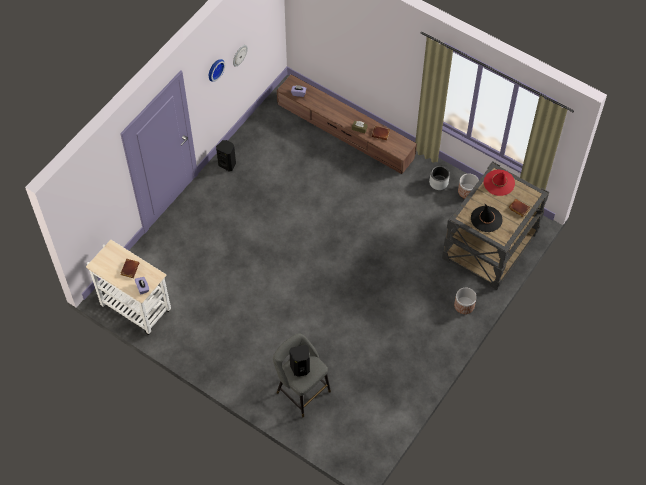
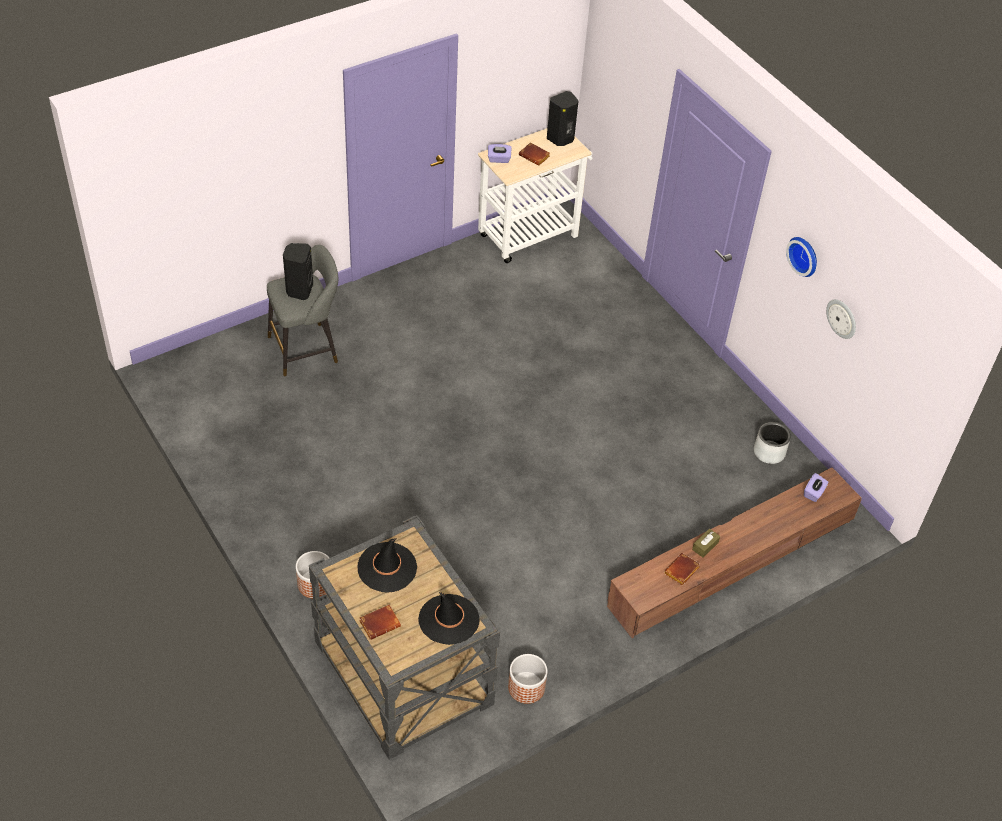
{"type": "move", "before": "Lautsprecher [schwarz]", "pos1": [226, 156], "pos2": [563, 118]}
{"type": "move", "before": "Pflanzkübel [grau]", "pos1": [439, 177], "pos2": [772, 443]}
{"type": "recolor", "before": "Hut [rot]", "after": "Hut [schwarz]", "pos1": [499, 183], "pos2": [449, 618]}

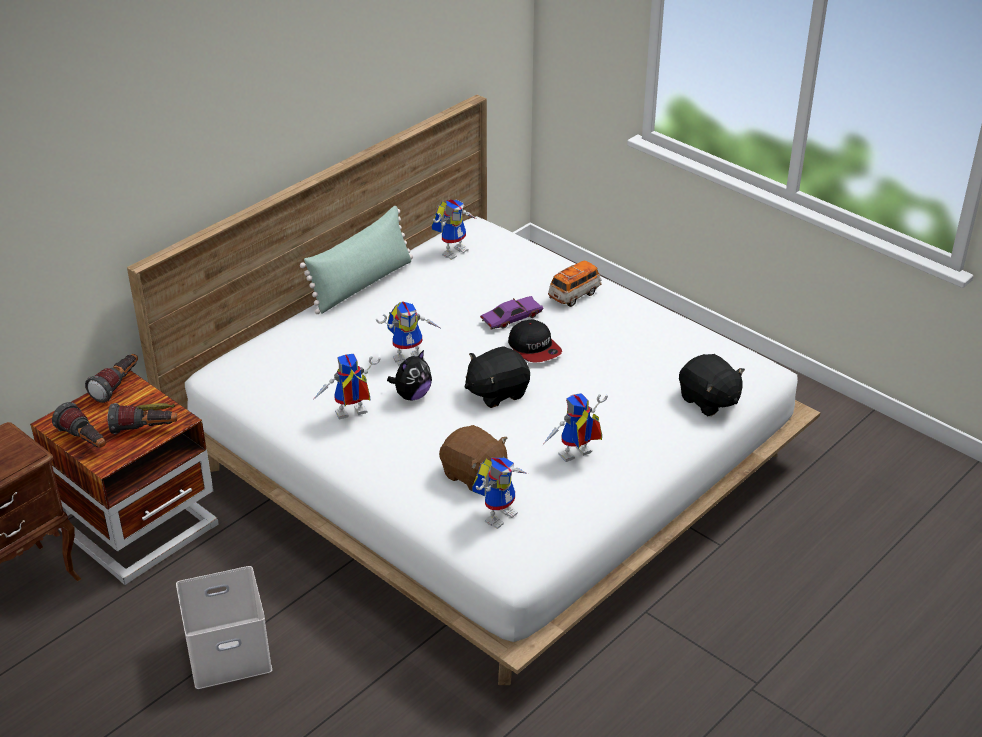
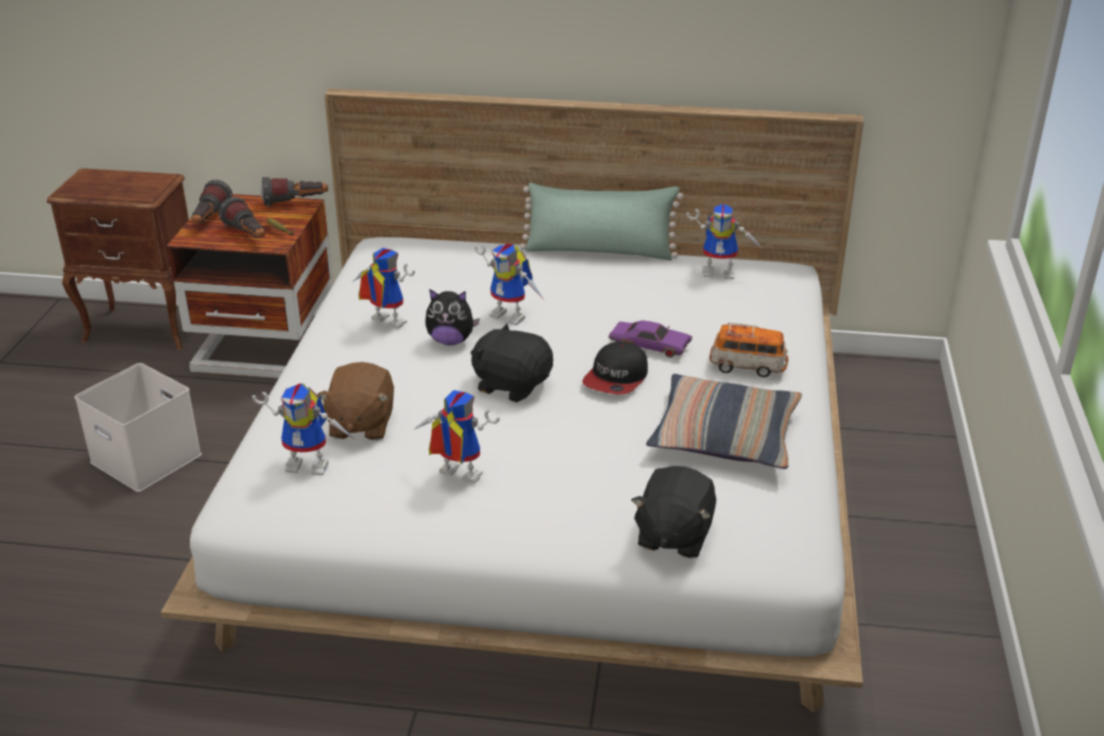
{"type": "insert", "after": "Kissen", "pos2": [724, 421]}

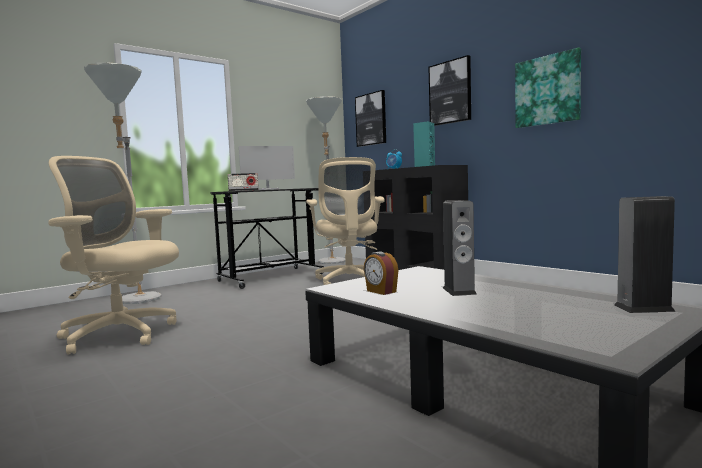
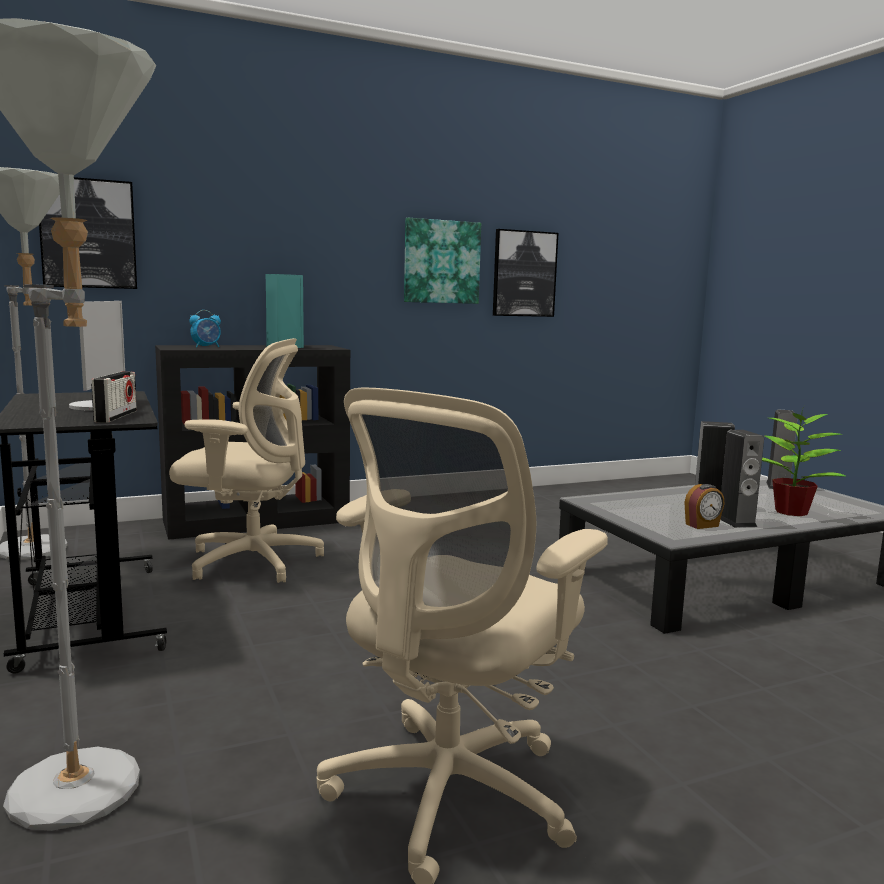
{"type": "move", "before": "Bild", "pos1": [449, 90], "pos2": [525, 273]}
{"type": "insert", "after": "Topfpflanze", "pos2": [803, 461]}
{"type": "insert", "after": "Lautsprecher", "pos2": [742, 479]}

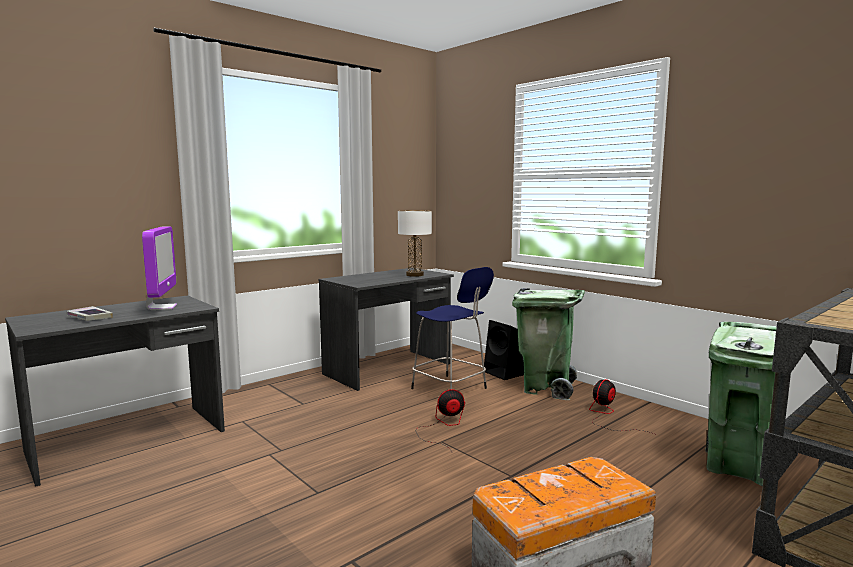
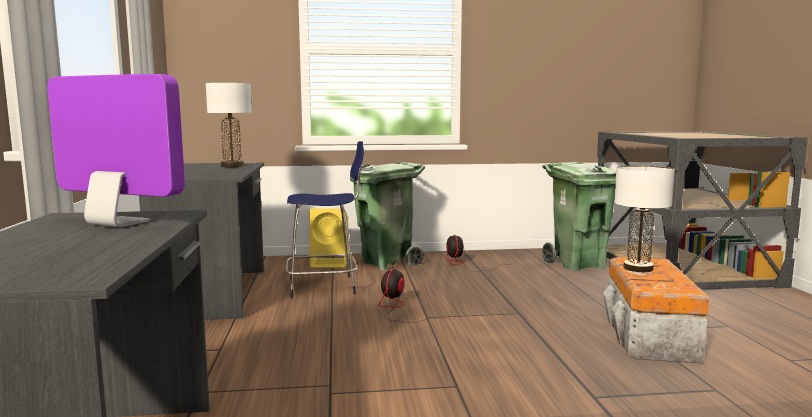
{"type": "delete", "before": "Buch", "pos1": [89, 313]}
{"type": "recolor", "before": "Lautsprecher [schwarz]", "after": "Lautsprecher [gelb]", "pos1": [504, 350], "pos2": [329, 238]}
{"type": "insert", "after": "Tischlampe", "pos2": [644, 219]}

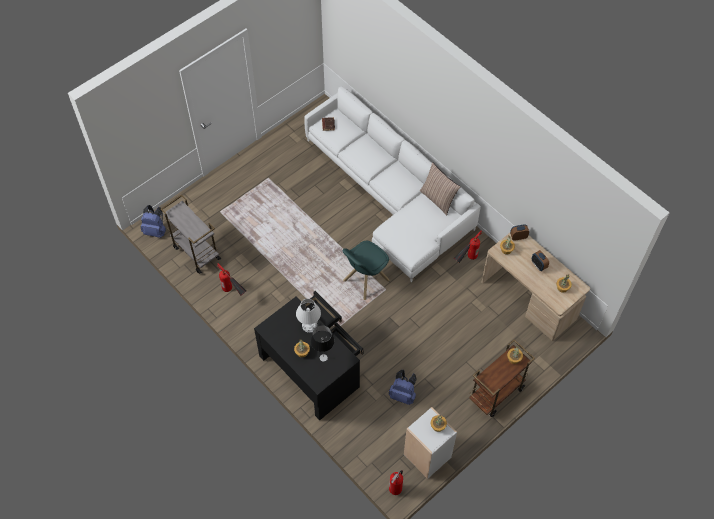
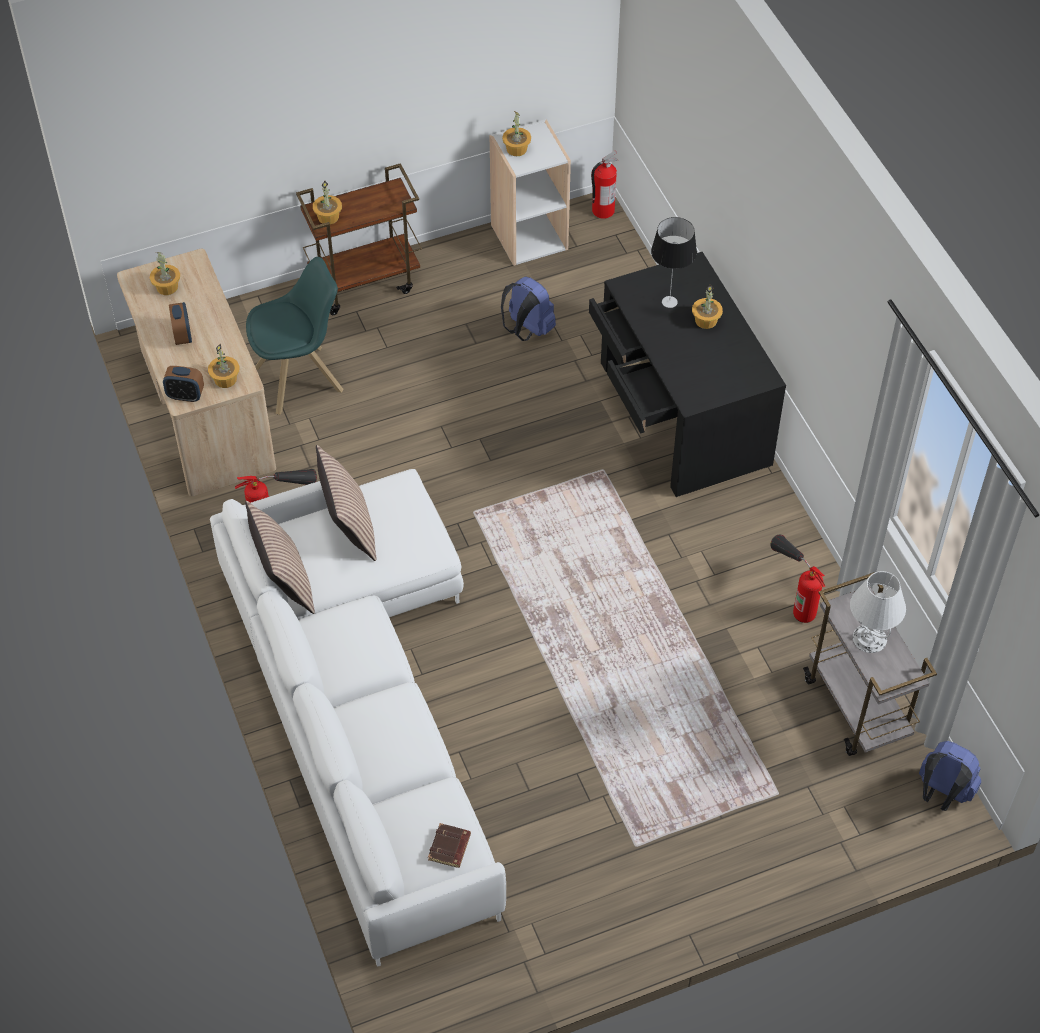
{"type": "move", "before": "Stuhl [türkis]", "pos1": [366, 270], "pos2": [295, 336]}
{"type": "move", "before": "Tischlampe [weiß]", "pos1": [308, 316], "pos2": [878, 612]}
{"type": "insert", "after": "Kissen", "pos2": [346, 503]}

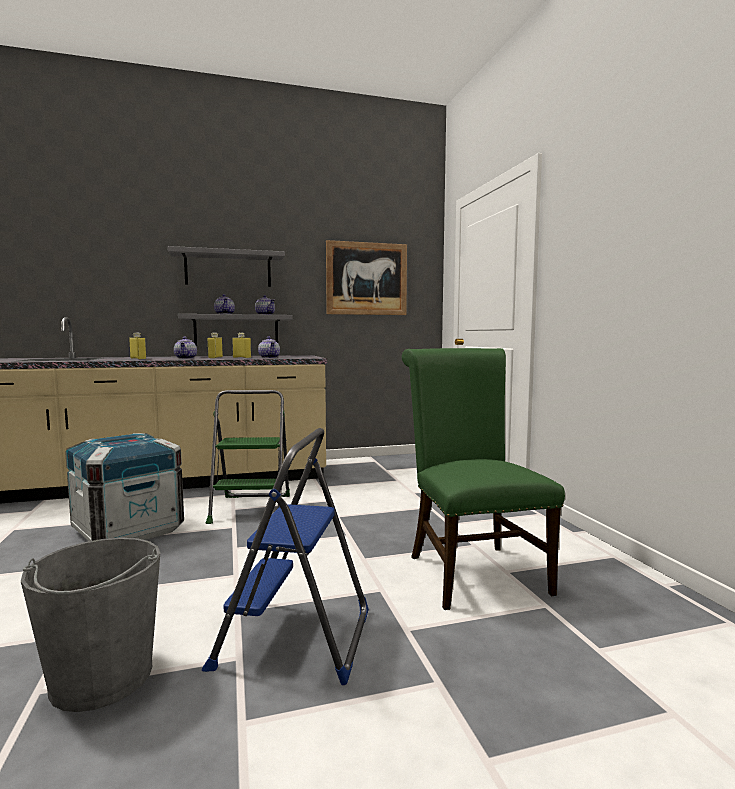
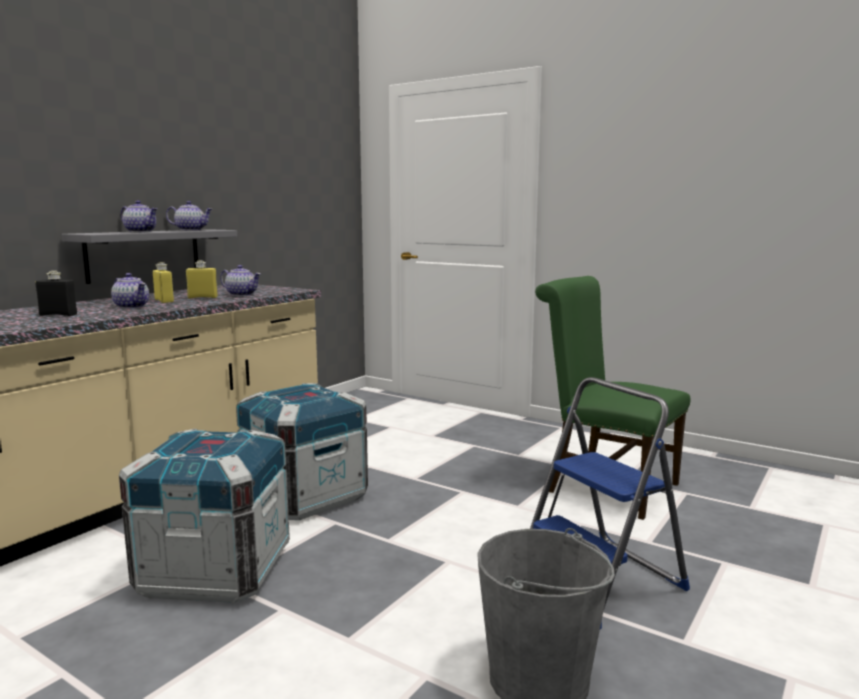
{"type": "delete", "before": "Bild", "pos1": [366, 277]}
{"type": "delete", "before": "Wandregal [grau]", "pos1": [226, 266]}
{"type": "recolor", "before": "Flasche [gelb]", "after": "Flasche [schwarz]", "pos1": [137, 345], "pos2": [56, 293]}
{"type": "replace", "before": "Trittleiter [grün]", "after": "Kiste", "pos1": [247, 457], "pos2": [302, 451]}

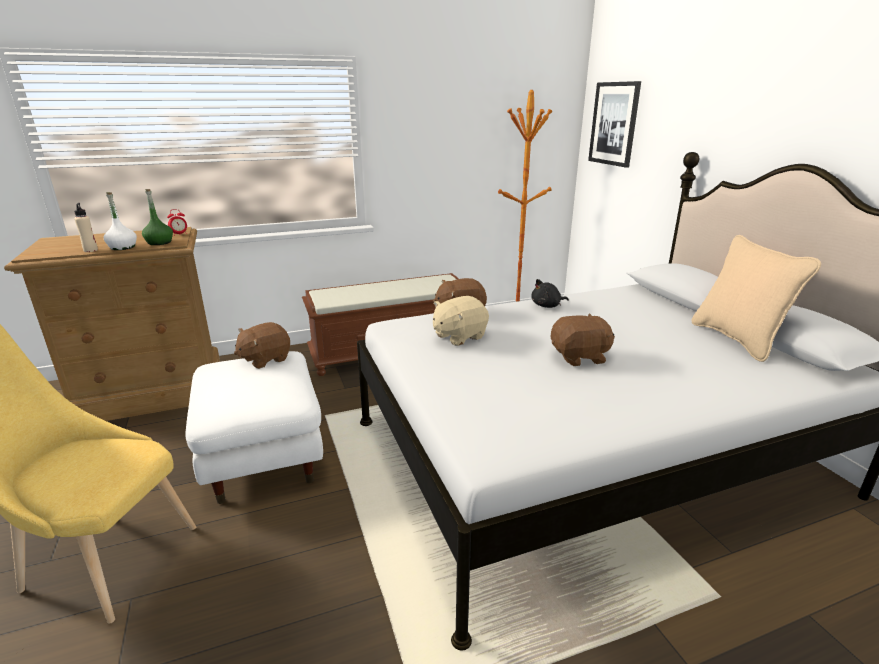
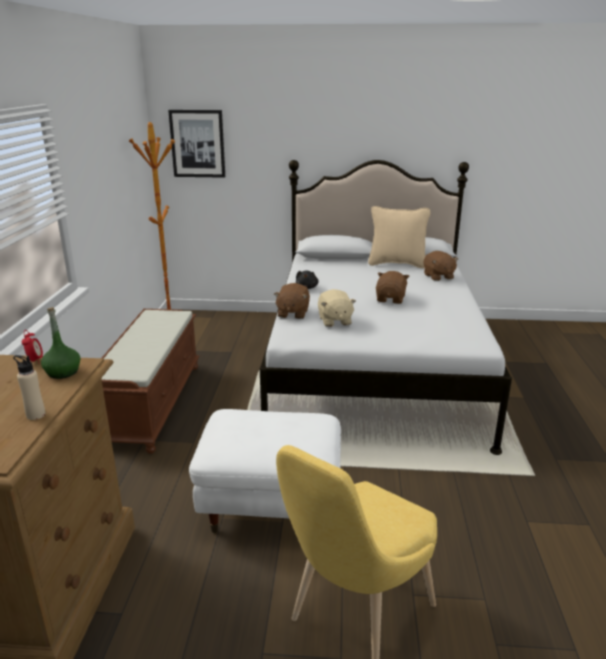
{"type": "delete", "before": "Flasche [weiß]", "pos1": [120, 221]}
{"type": "move", "before": "Plüschtier [braun]", "pos1": [262, 345], "pos2": [441, 266]}

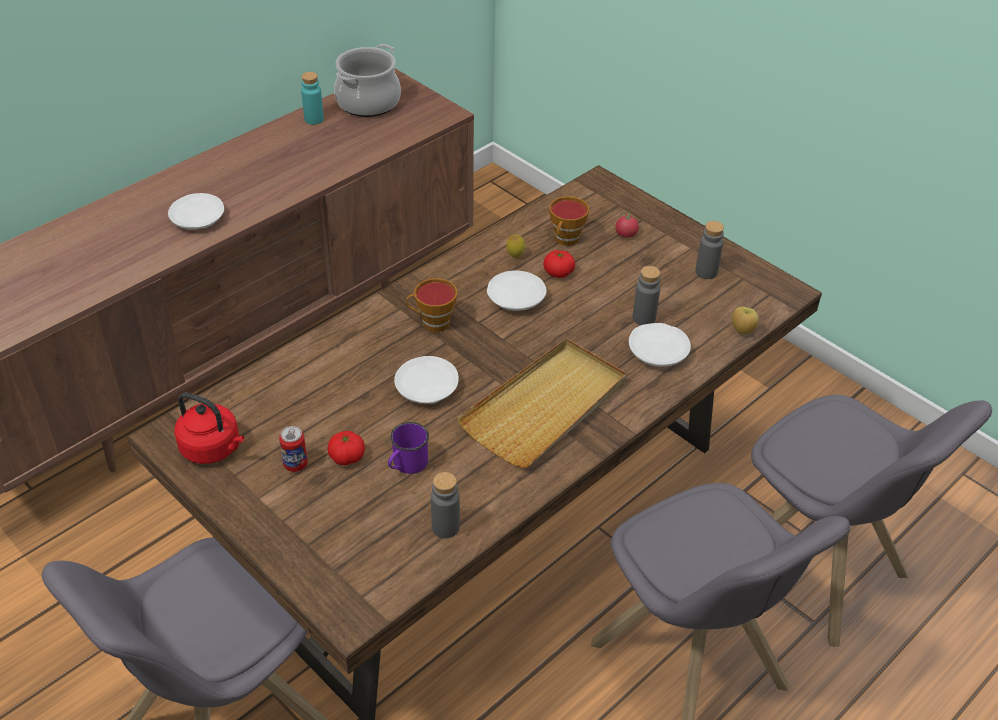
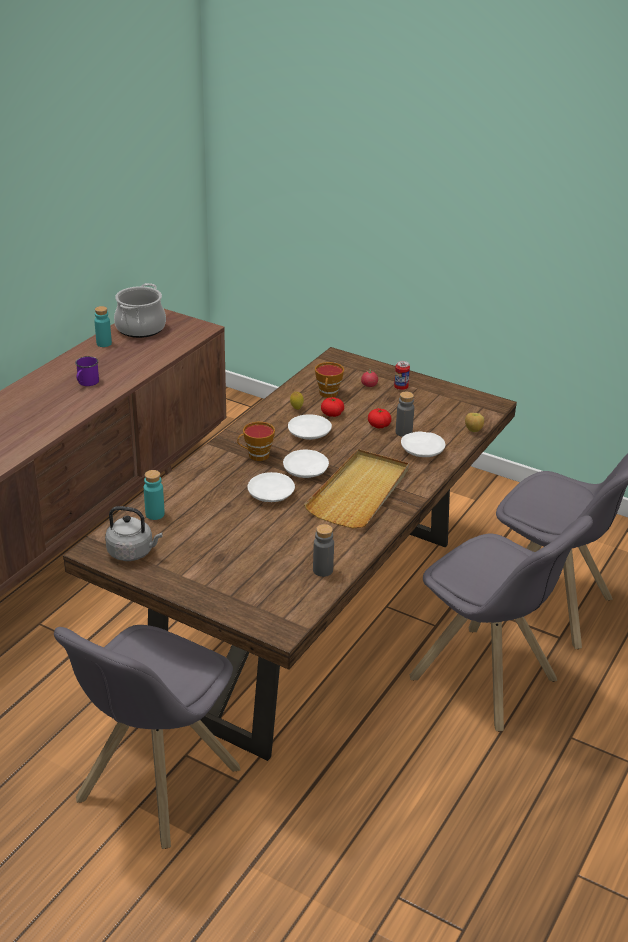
{"type": "move", "before": "Teller [weiß]", "pos1": [196, 211], "pos2": [306, 463]}
{"type": "delete", "before": "Flasche [grau]", "pos1": [709, 250]}
{"type": "recolor", "before": "Wasserkessel [rot]", "after": "Wasserkessel [grau]", "pos1": [209, 428], "pos2": [133, 533]}
{"type": "move", "before": "Henkelbecher [lila]", "pos1": [408, 448], "pos2": [87, 371]}
{"type": "move", "before": "Dose", "pos1": [293, 449], "pos2": [402, 375]}
{"type": "move", "before": "Tomate", "pos1": [346, 448], "pos2": [379, 418]}
{"type": "insert", "after": "Flasche [türkis]", "pos2": [154, 495]}

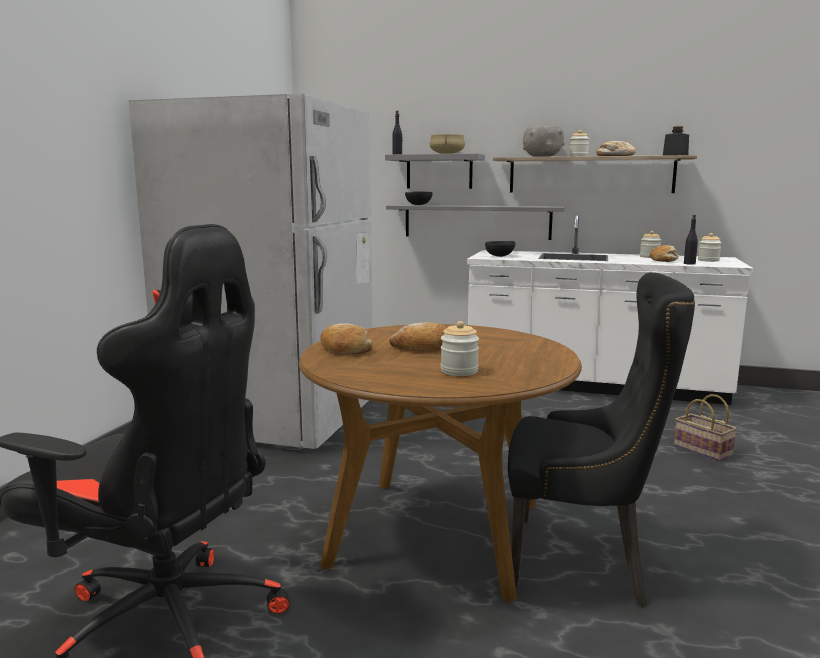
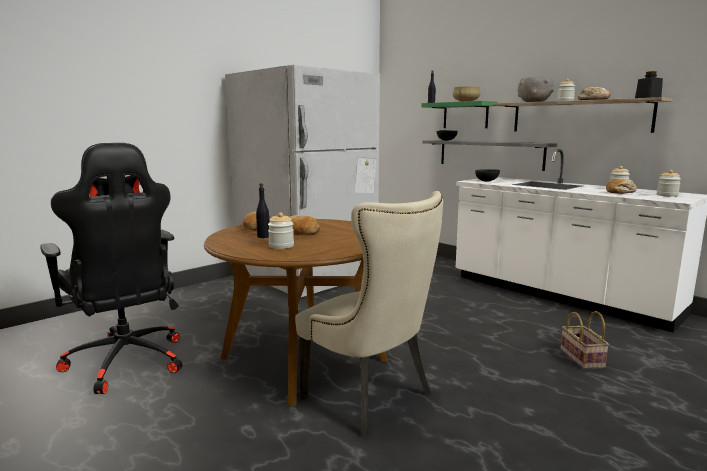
{"type": "recolor", "before": "Wandregal [grau]", "after": "Wandregal [grün]", "pos1": [435, 171], "pos2": [459, 114]}
{"type": "move", "before": "Flasche [schwarz]", "pos1": [691, 240], "pos2": [263, 210]}
{"type": "recolor", "before": "Stuhl [schwarz]", "after": "Stuhl [beige]", "pos1": [601, 440], "pos2": [369, 314]}

